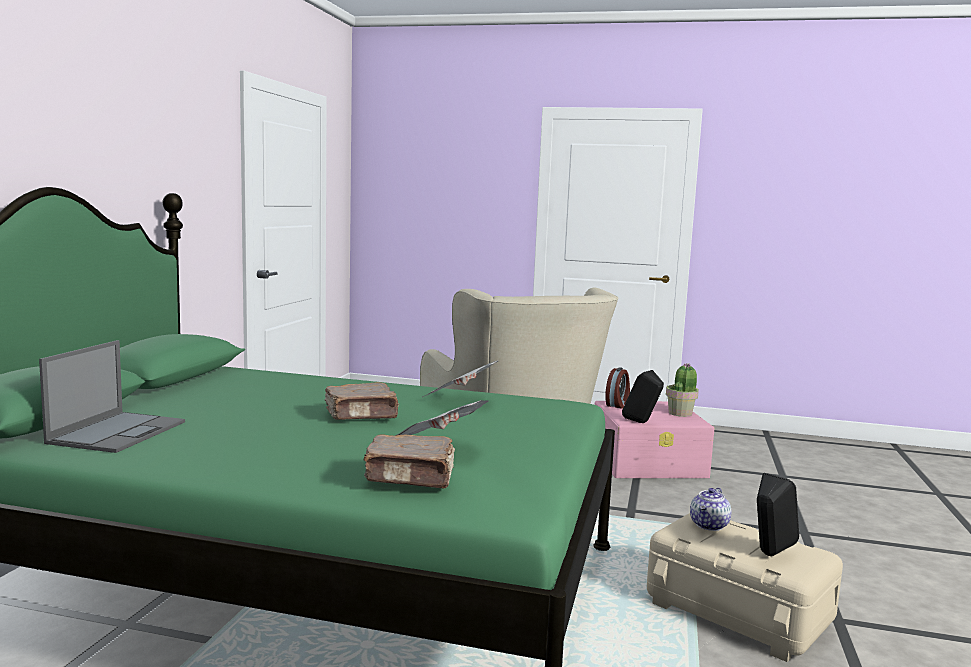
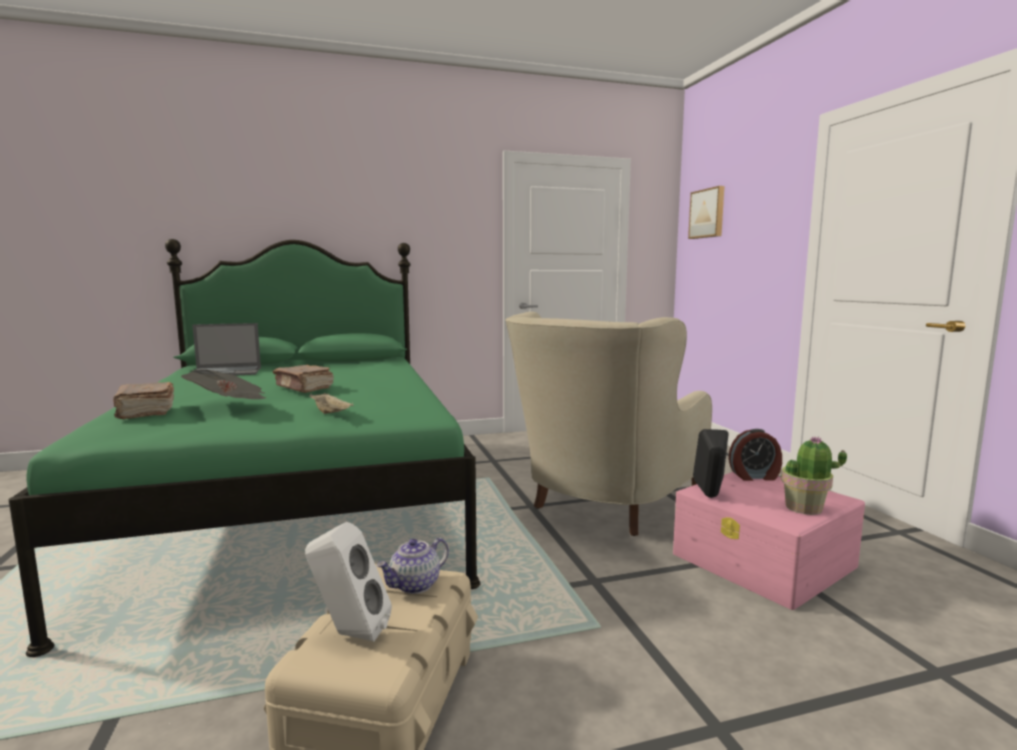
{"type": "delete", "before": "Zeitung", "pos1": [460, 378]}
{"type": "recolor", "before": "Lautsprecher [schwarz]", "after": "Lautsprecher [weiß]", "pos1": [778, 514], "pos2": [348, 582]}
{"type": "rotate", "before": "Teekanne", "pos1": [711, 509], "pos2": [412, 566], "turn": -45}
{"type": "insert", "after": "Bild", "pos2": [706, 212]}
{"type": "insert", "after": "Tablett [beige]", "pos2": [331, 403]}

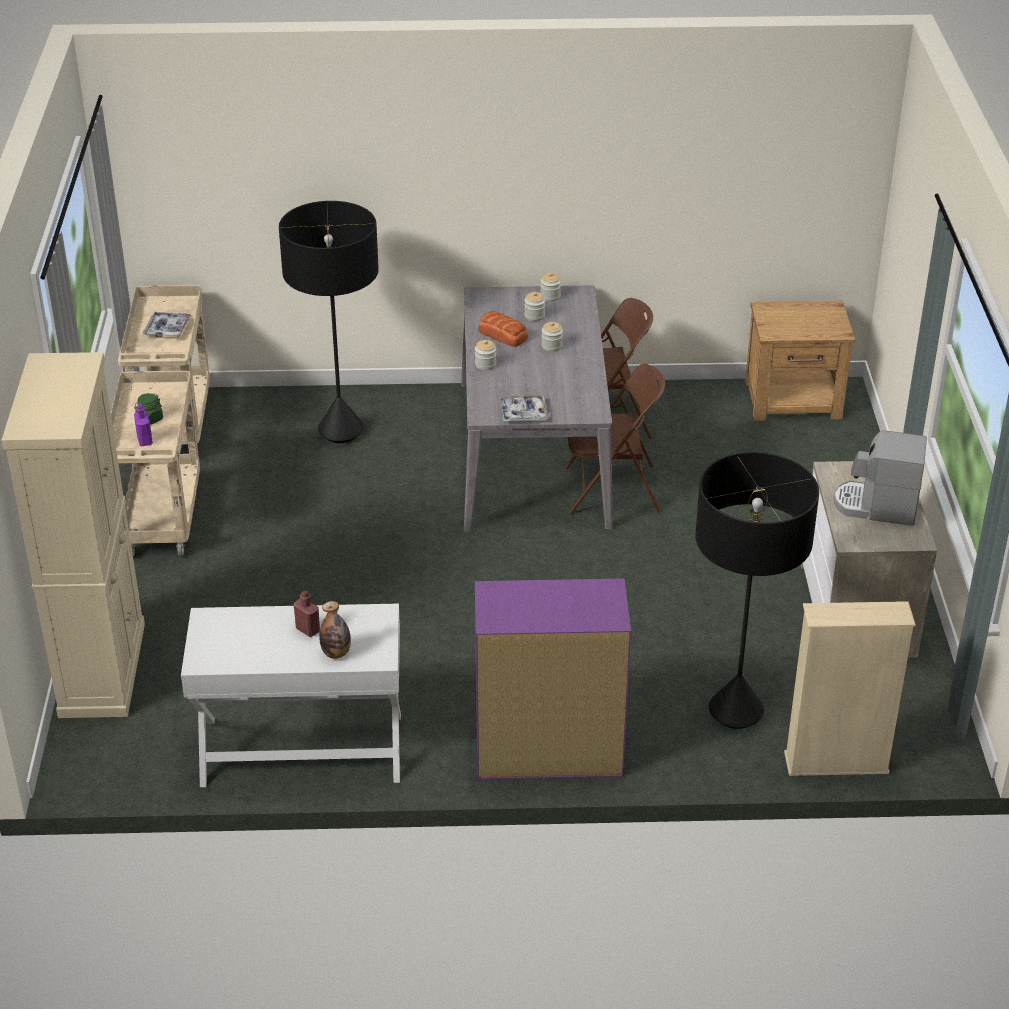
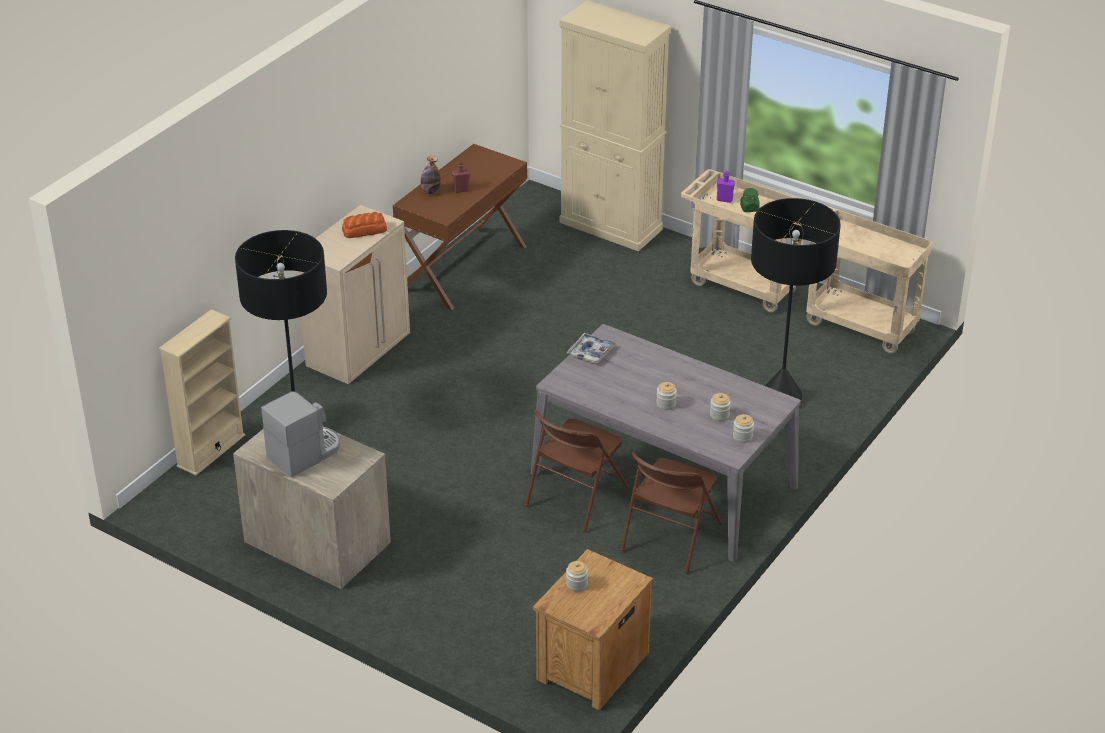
{"type": "move", "before": "Brot", "pos1": [503, 329], "pos2": [364, 225]}
{"type": "delete", "before": "Tablett", "pos1": [166, 325]}
{"type": "move", "before": "Vorratsglas", "pos1": [485, 355], "pos2": [577, 576]}
{"type": "recolor", "before": "Schrank [lila]", "after": "Schrank [beige]", "pos1": [553, 678], "pos2": [353, 294]}
{"type": "recolor", "before": "Konsolentisch [weiß]", "after": "Konsolentisch [braun]", "pos1": [291, 695], "pos2": [460, 227]}

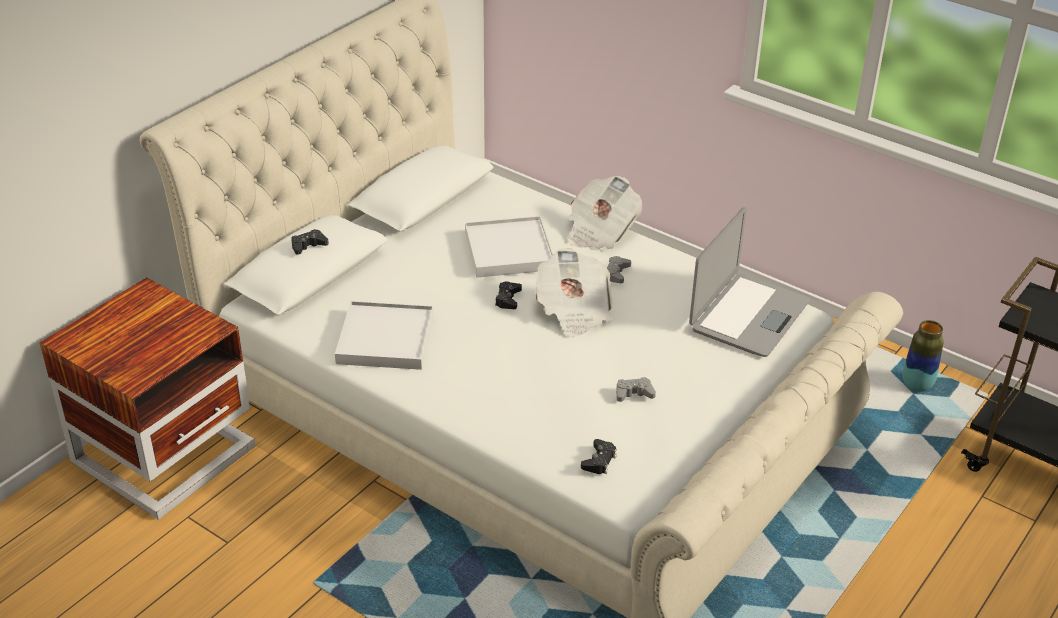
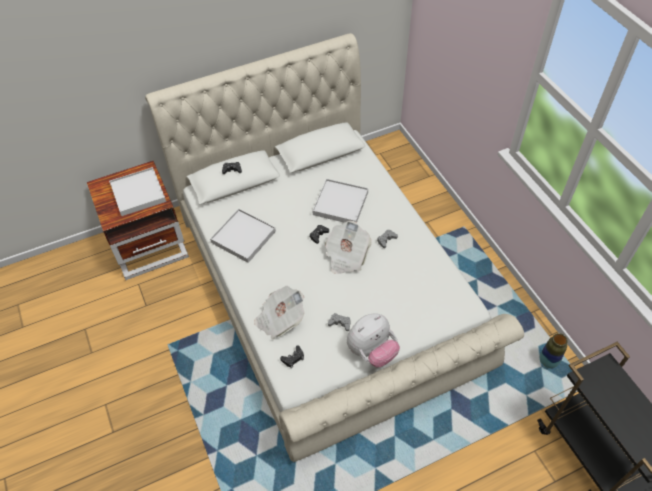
{"type": "move", "before": "Zeitung", "pos1": [604, 212], "pos2": [279, 312]}
{"type": "delete", "before": "Laptop", "pos1": [749, 282]}
{"type": "insert", "after": "Tablett [weiß]", "pos2": [137, 191]}
{"type": "insert", "after": "Plüschtier", "pos2": [373, 340]}

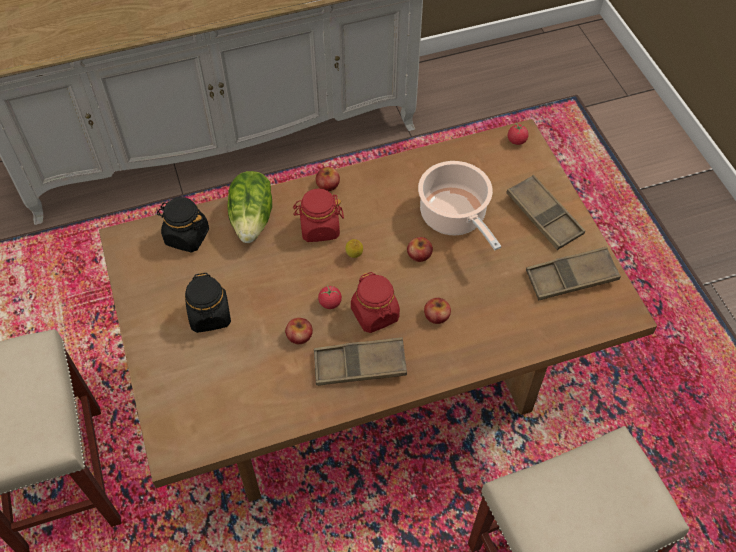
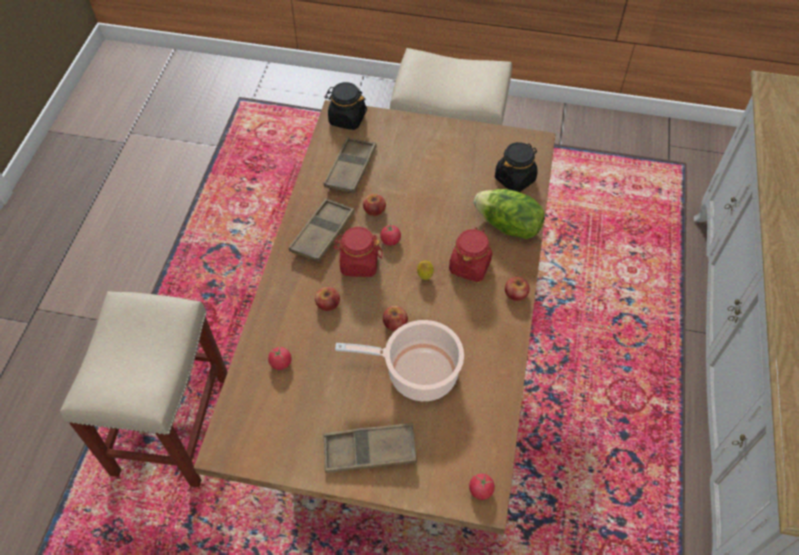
{"type": "move", "before": "Tablett [braun]", "pos1": [573, 273], "pos2": [350, 165]}
{"type": "move", "before": "Vorratsglas [schwarz]", "pos1": [208, 303], "pos2": [346, 106]}
{"type": "insert", "after": "Tomate", "pos2": [279, 358]}

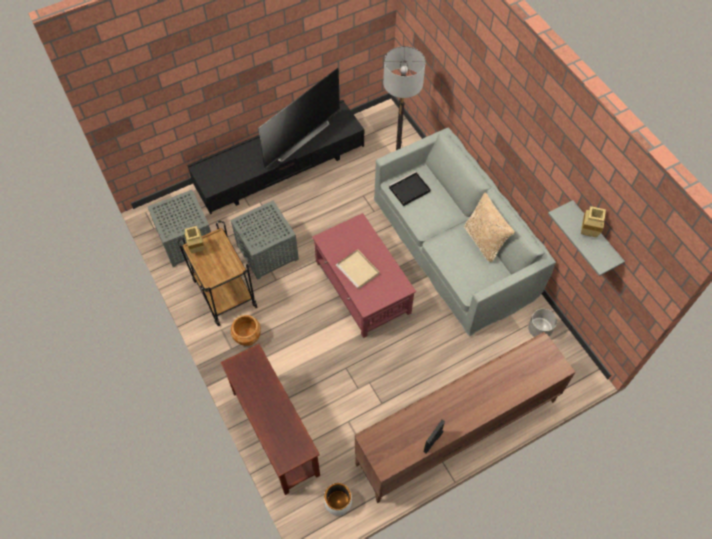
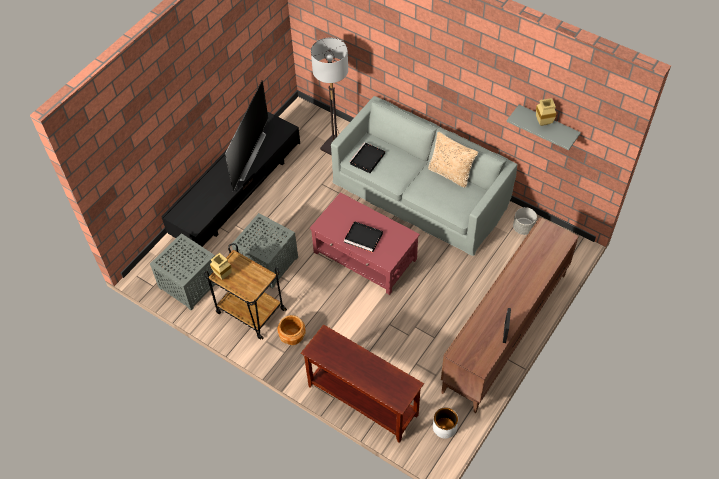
{"type": "recolor", "before": "Tablett [beige]", "after": "Tablett [schwarz]", "pos1": [358, 269], "pos2": [363, 237]}

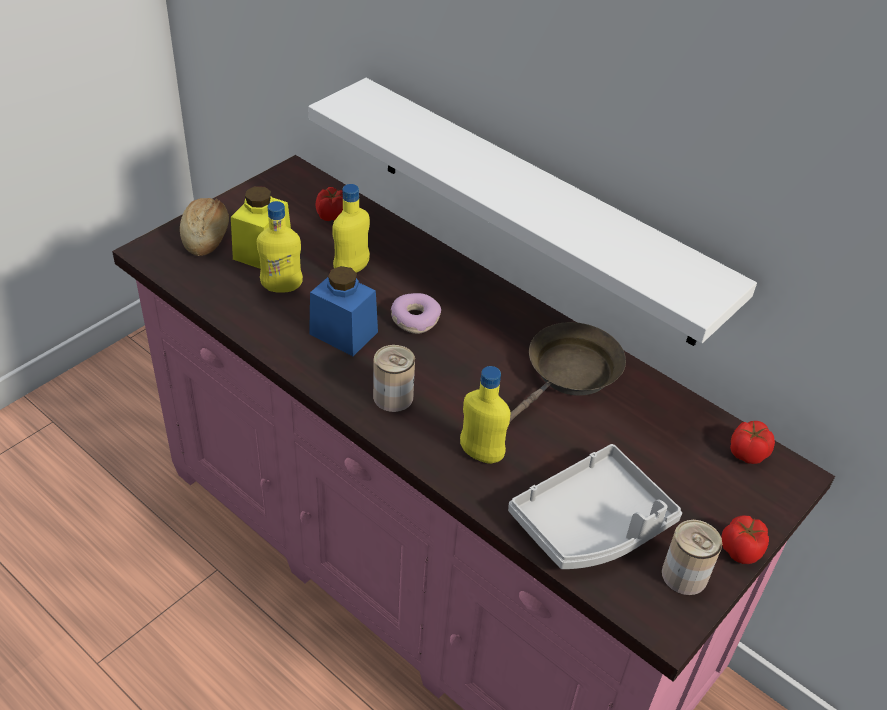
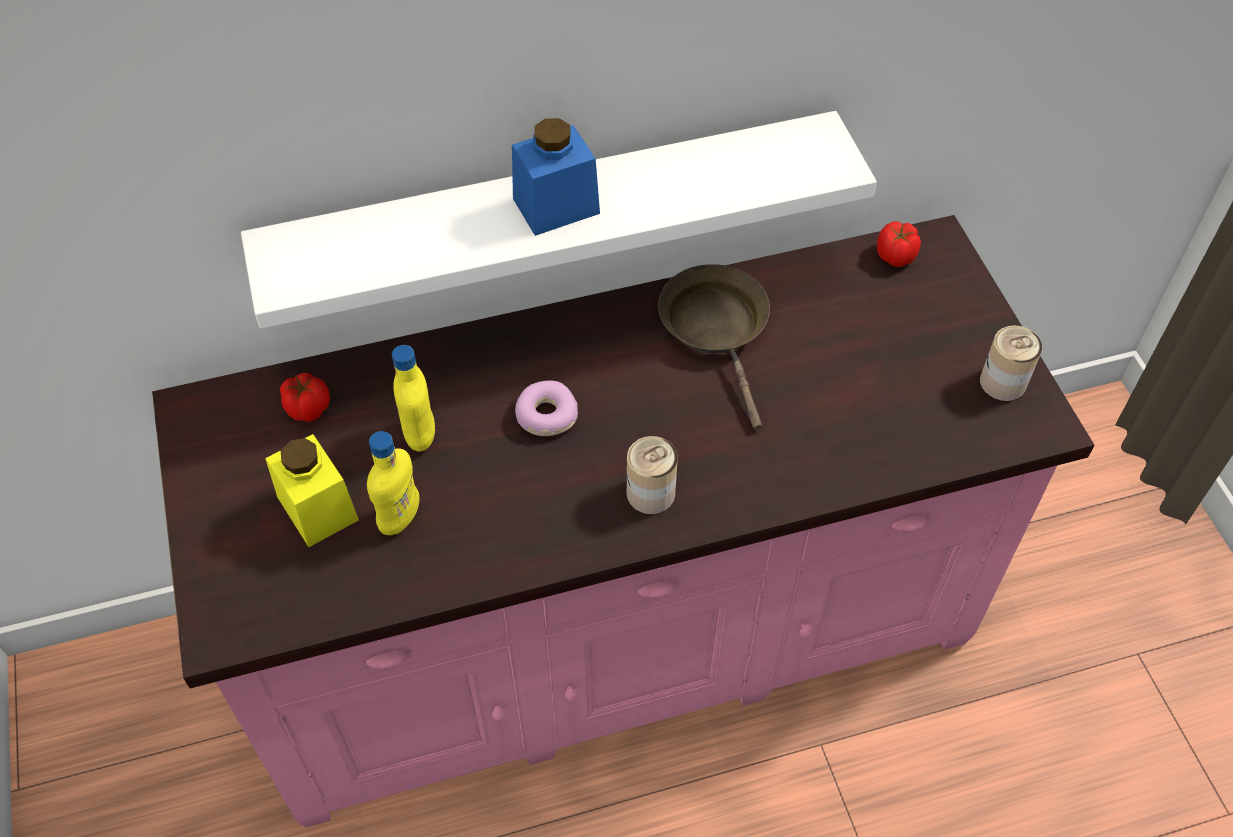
{"type": "delete", "before": "Brot", "pos1": [204, 227]}
{"type": "move", "before": "Vorratsglas [blau]", "pos1": [343, 311], "pos2": [556, 177]}
{"type": "delete", "before": "Flasche [gelb]", "pos1": [485, 415]}
{"type": "delete", "before": "Tablett [grau]", "pos1": [595, 506]}
{"type": "delete", "before": "Tomate", "pos1": [745, 540]}

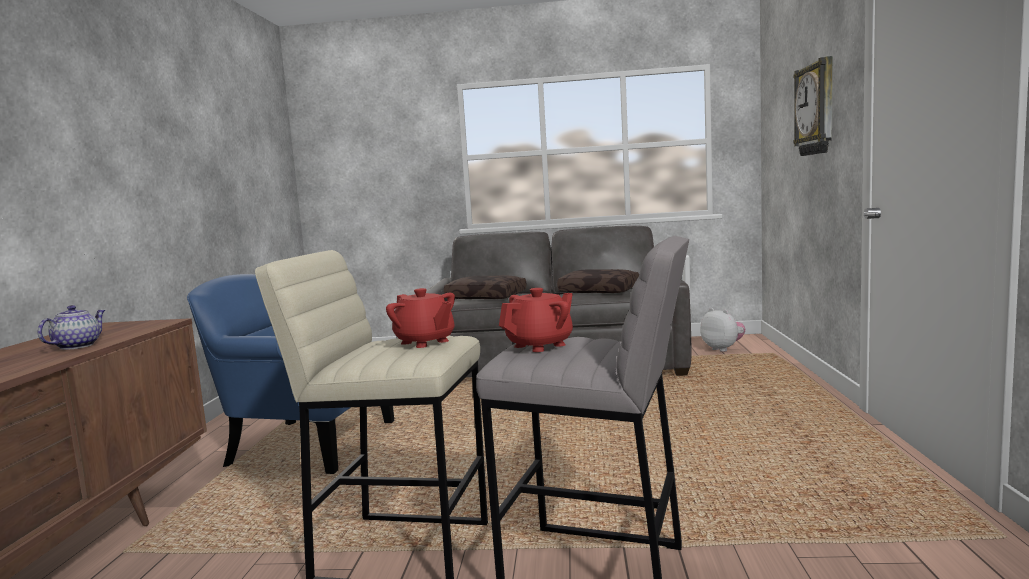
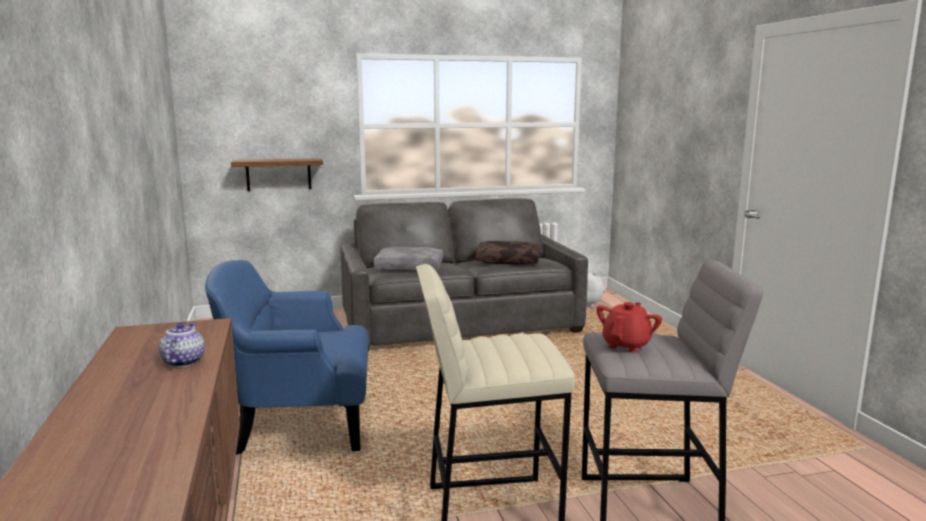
{"type": "delete", "before": "Wanduhr", "pos1": [813, 106]}
{"type": "recolor", "before": "Kissen [braun]", "after": "Kissen [grau]", "pos1": [485, 287], "pos2": [408, 259]}
{"type": "delete", "before": "Teekanne [rot]", "pos1": [420, 318]}
{"type": "insert", "after": "Wandregal", "pos2": [277, 174]}

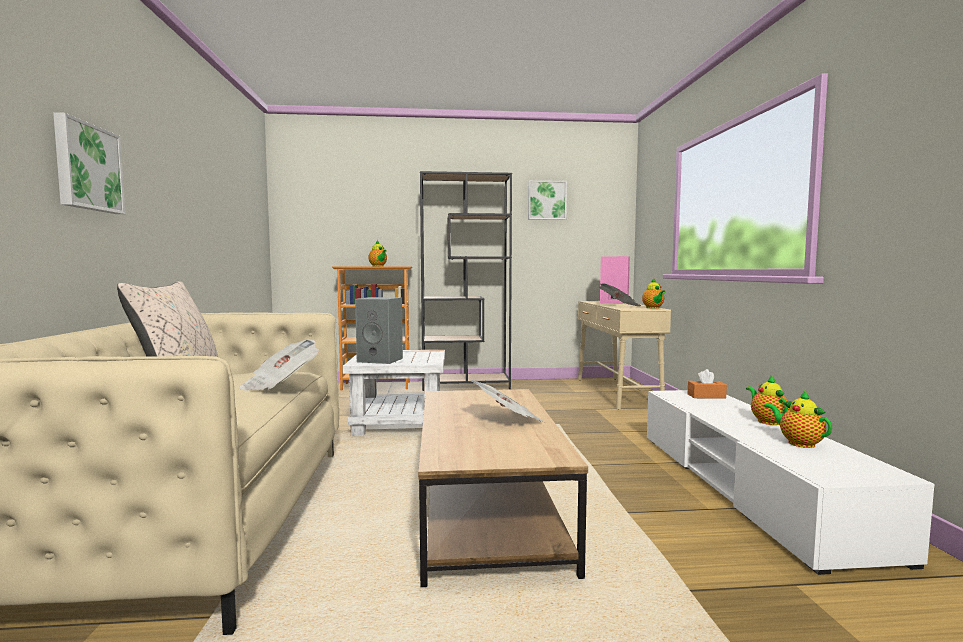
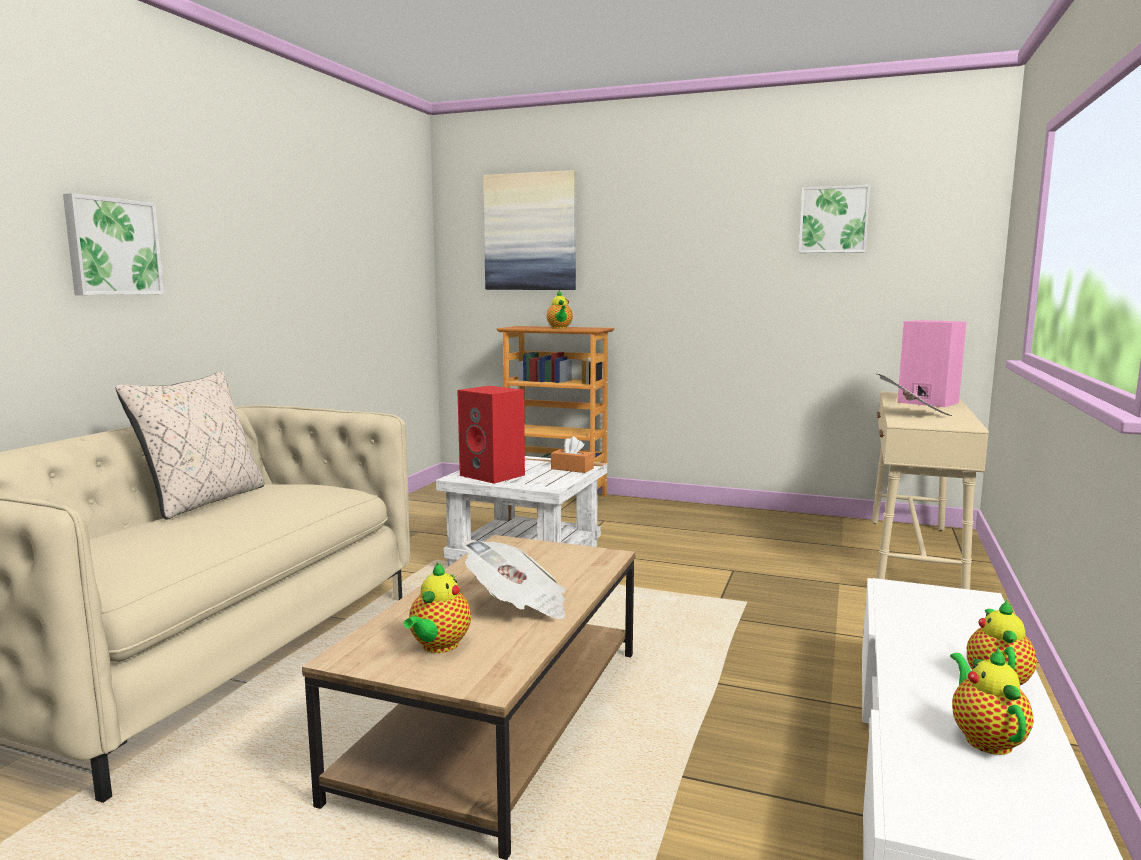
{"type": "delete", "before": "Bücherregal", "pos1": [466, 281]}
{"type": "move", "before": "Teekanne", "pos1": [653, 293], "pos2": [437, 608]}
{"type": "recolor", "before": "Lautsprecher [grau]", "after": "Lautsprecher [rot]", "pos1": [379, 330], "pos2": [491, 435]}
{"type": "delete", "before": "Zeitung", "pos1": [279, 364]}
{"type": "move", "before": "Taschentuchbox [orange]", "pos1": [707, 384], "pos2": [572, 454]}
{"type": "insert", "after": "Bild", "pos2": [529, 230]}

